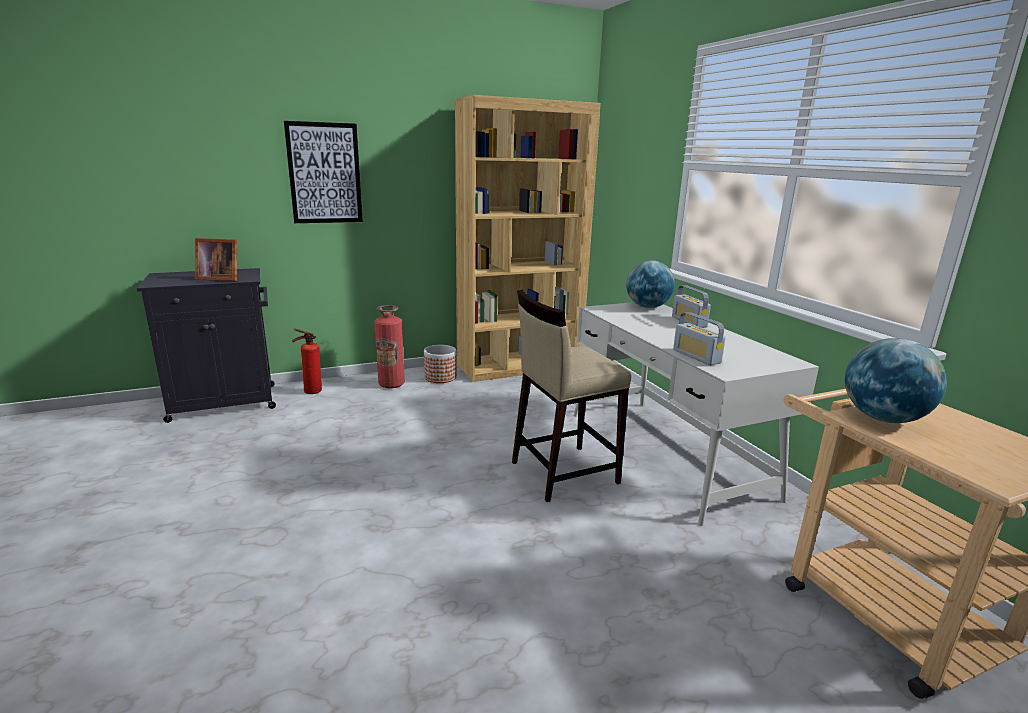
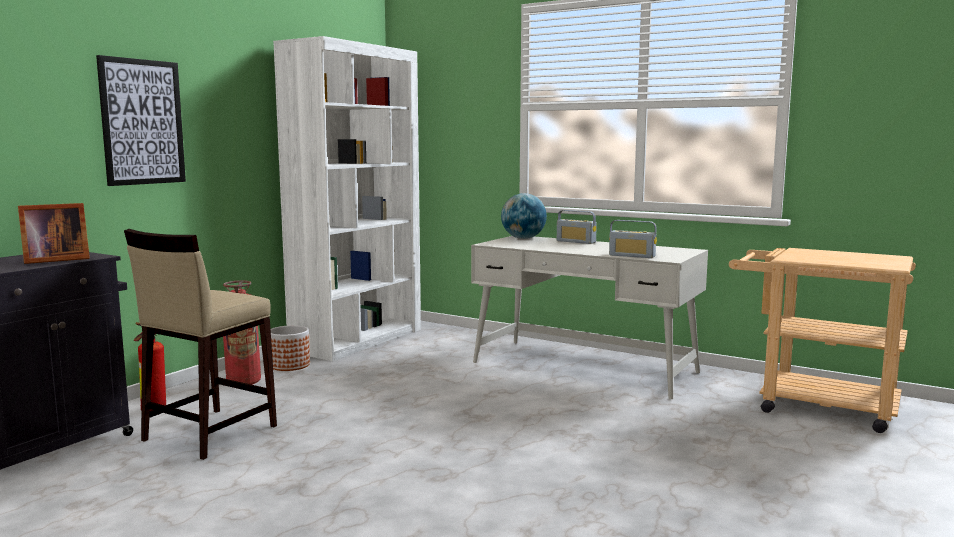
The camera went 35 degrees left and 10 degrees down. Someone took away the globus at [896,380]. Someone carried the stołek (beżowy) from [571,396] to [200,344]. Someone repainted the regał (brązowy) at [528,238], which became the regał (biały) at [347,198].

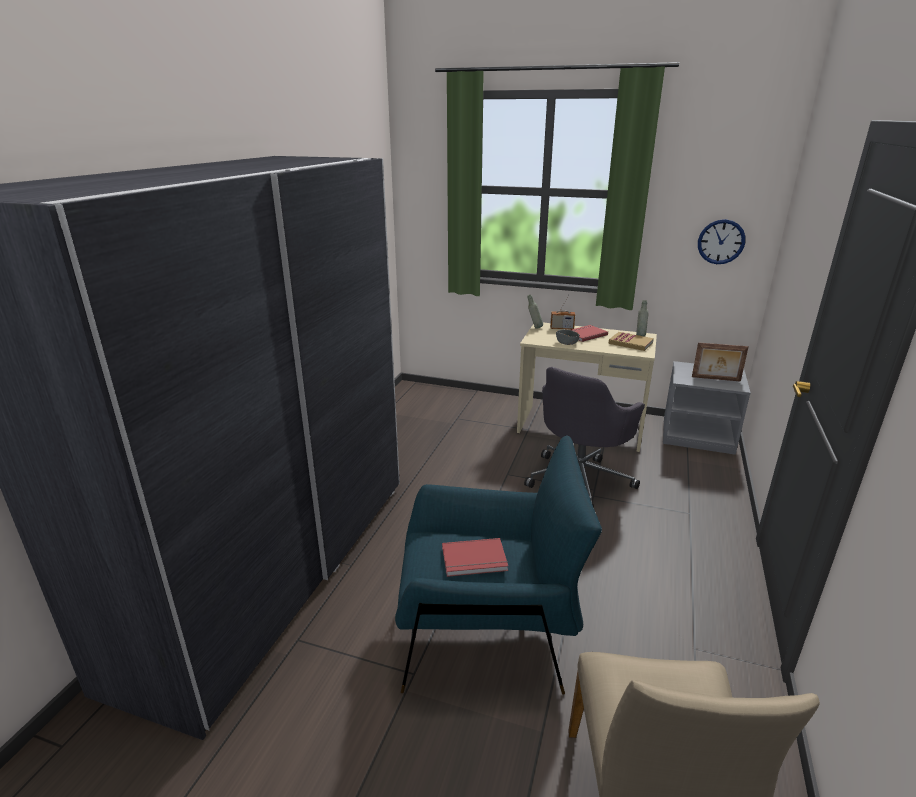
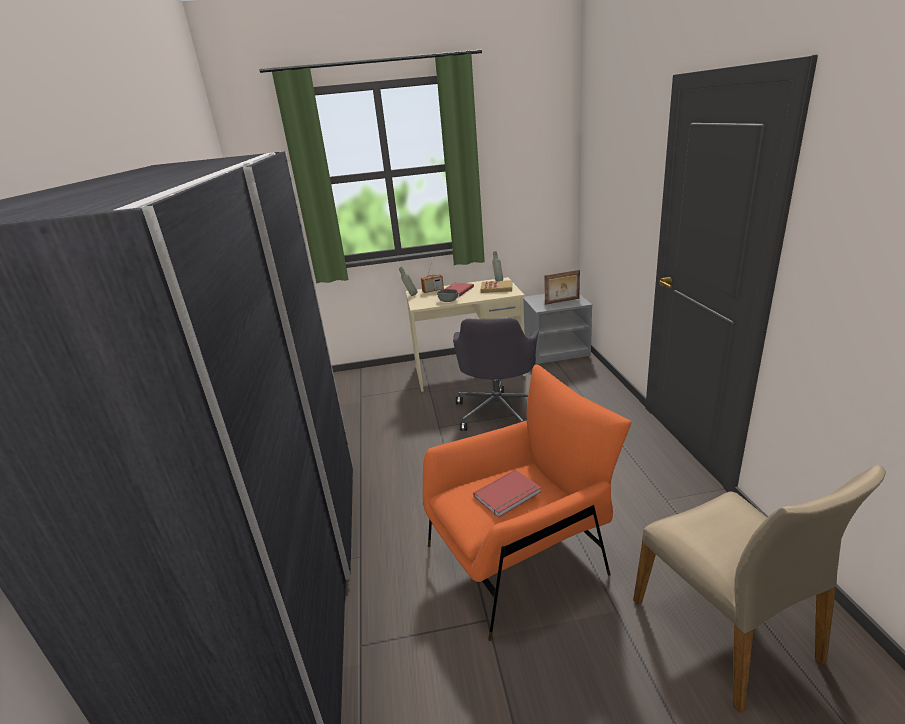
The camera went 25 degrees left and 0 degrees up. Someone took away the zegar ścienny at [722,241]. Someone repainted the fotel (niebieski) at [498,565], which became the fotel (pomarańczowy) at [527,502].

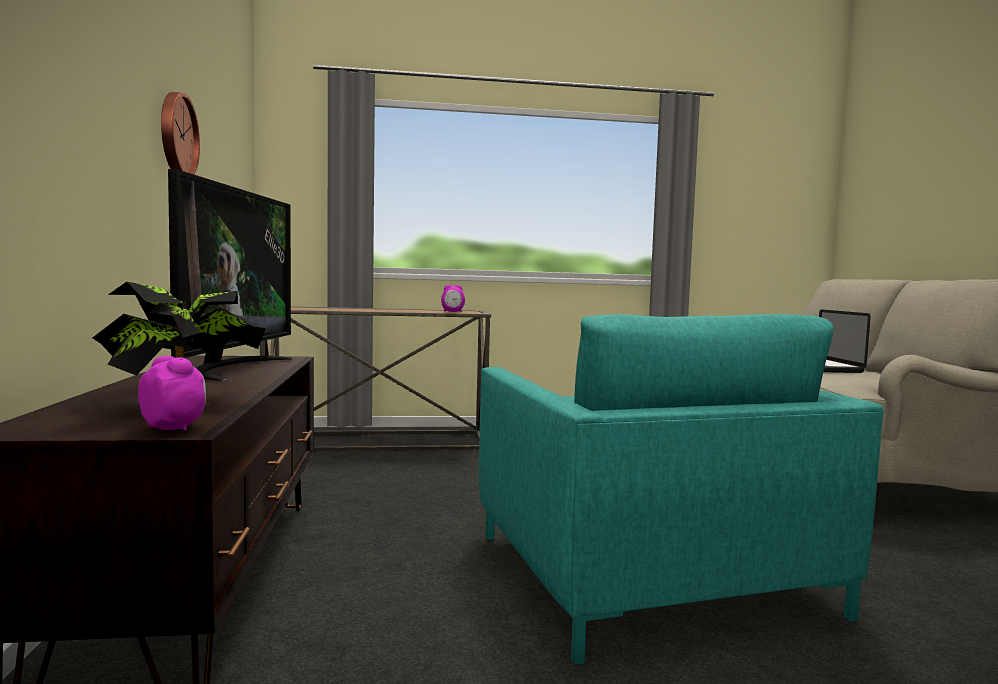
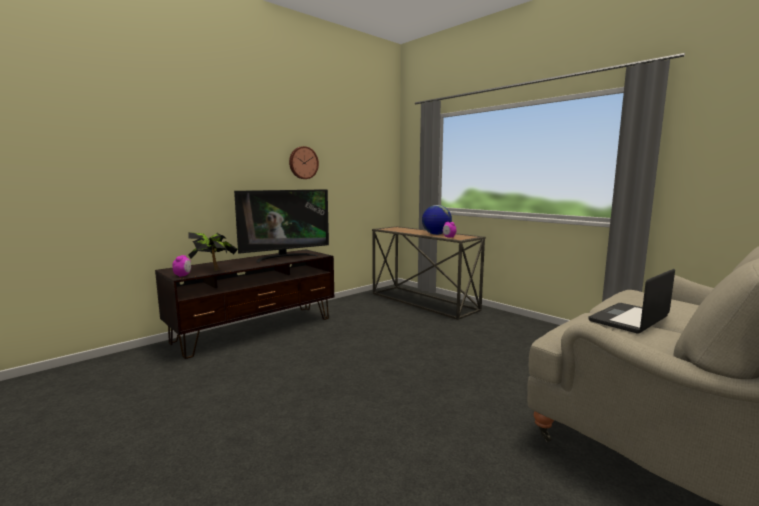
The camera went 55 degrees right and 5 degrees up. Someone took away the fotel (turkusowy) at [681,489]. Someone put down the globus at [437,220].

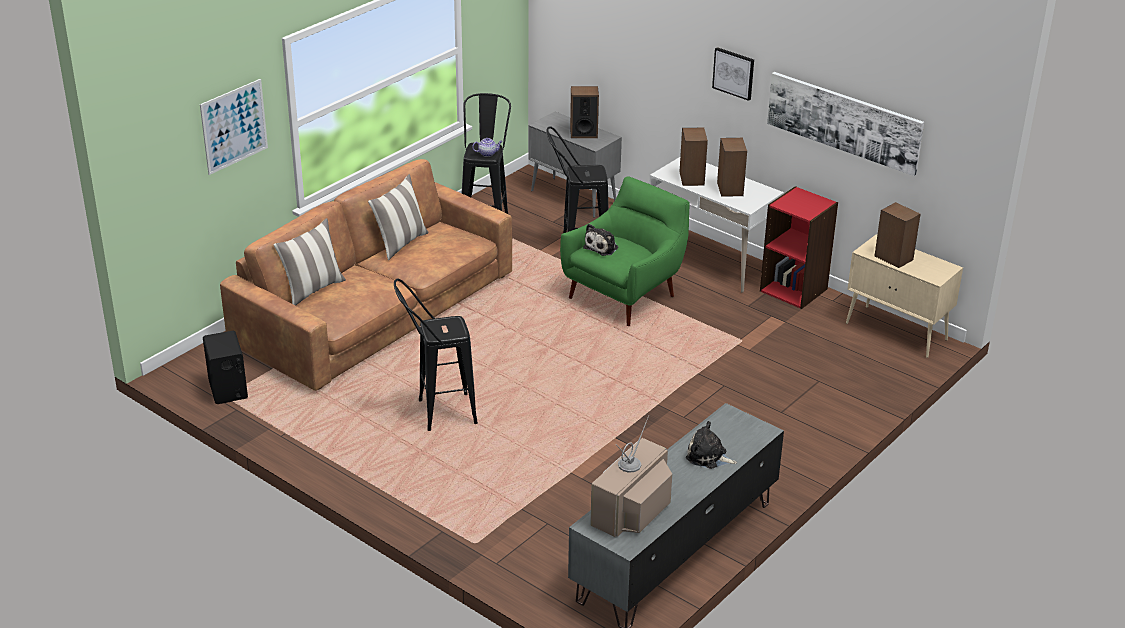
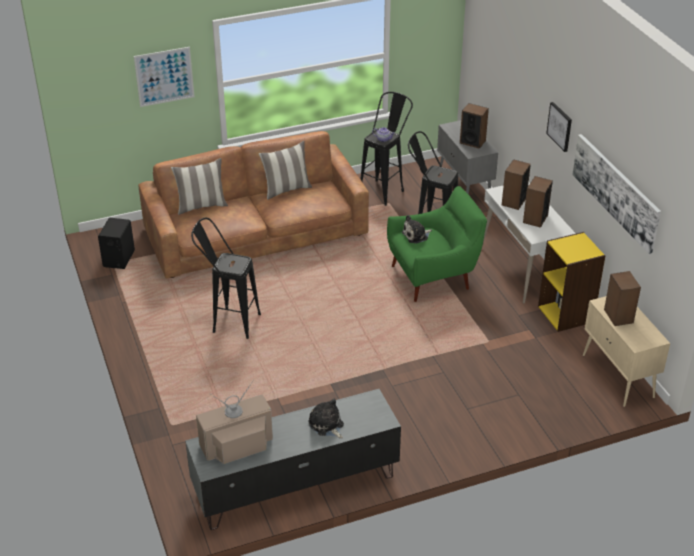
The camera went 30 degrees right and 5 degrees up. Someone repainted the regał (czerwony) at [799,247], which became the regał (żółty) at [571,282].

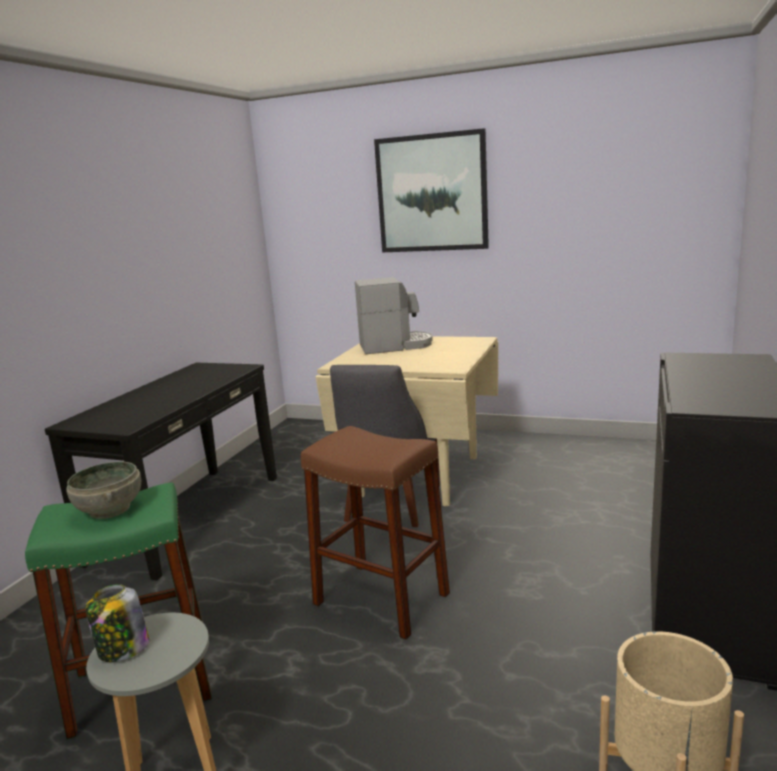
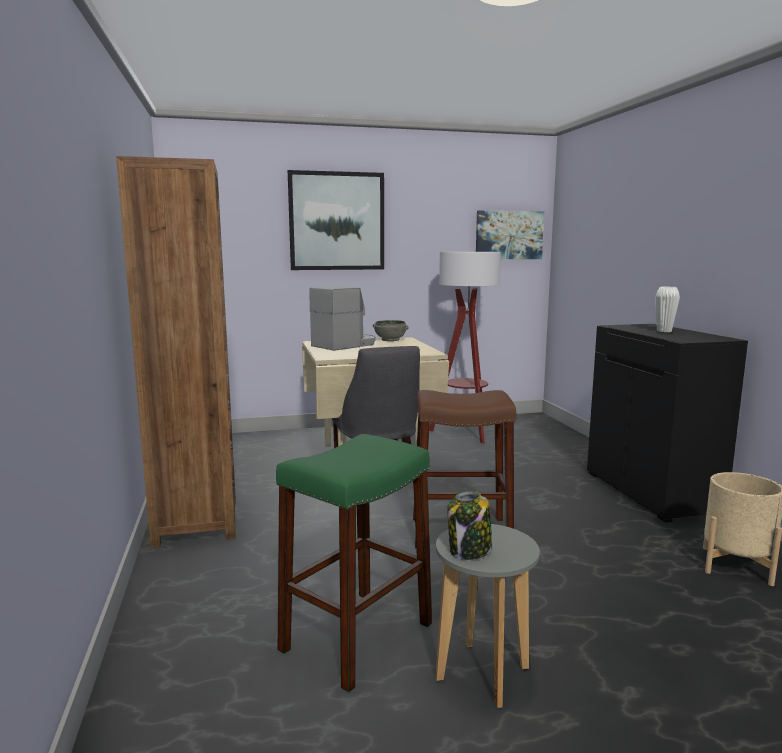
The camera went 35 degrees left and 5 degrees down. Someone put down the lampa stojąca at [465,347]. Someone put up the obraz at [510,234]. Someone put down the wazon (biały) at [667,309]. Someone carried the miska (szary) from [103,490] to [391,330]. Someone swapped the stolik konsolowy (czarny) at [161,471] for the regał (brązowy) at [176,352].

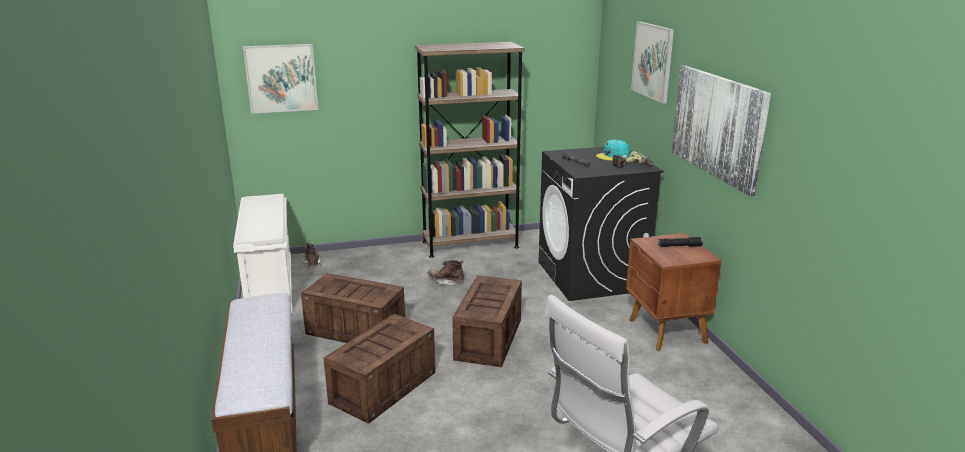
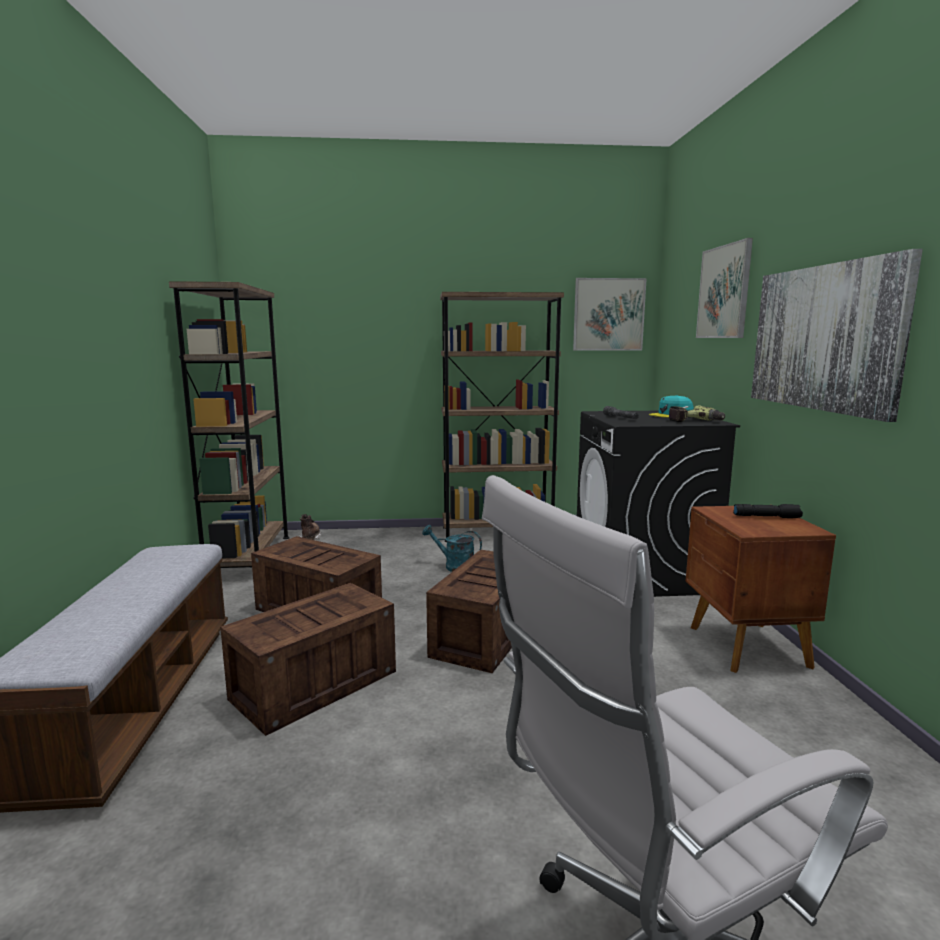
The camera went 10 degrees right and 10 degrees down. Someone carried the obraz from [280,79] to [610,314]. Someone swapped the regał na buty (biały) at [263,253] for the regał (brązowy) at [229,424]. Someone swapped the but z cholewką (brązowy) at [445,273] for the konewka (turkusowy) at [452,548].

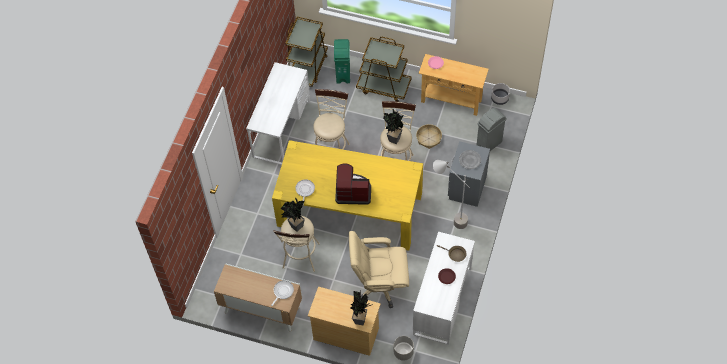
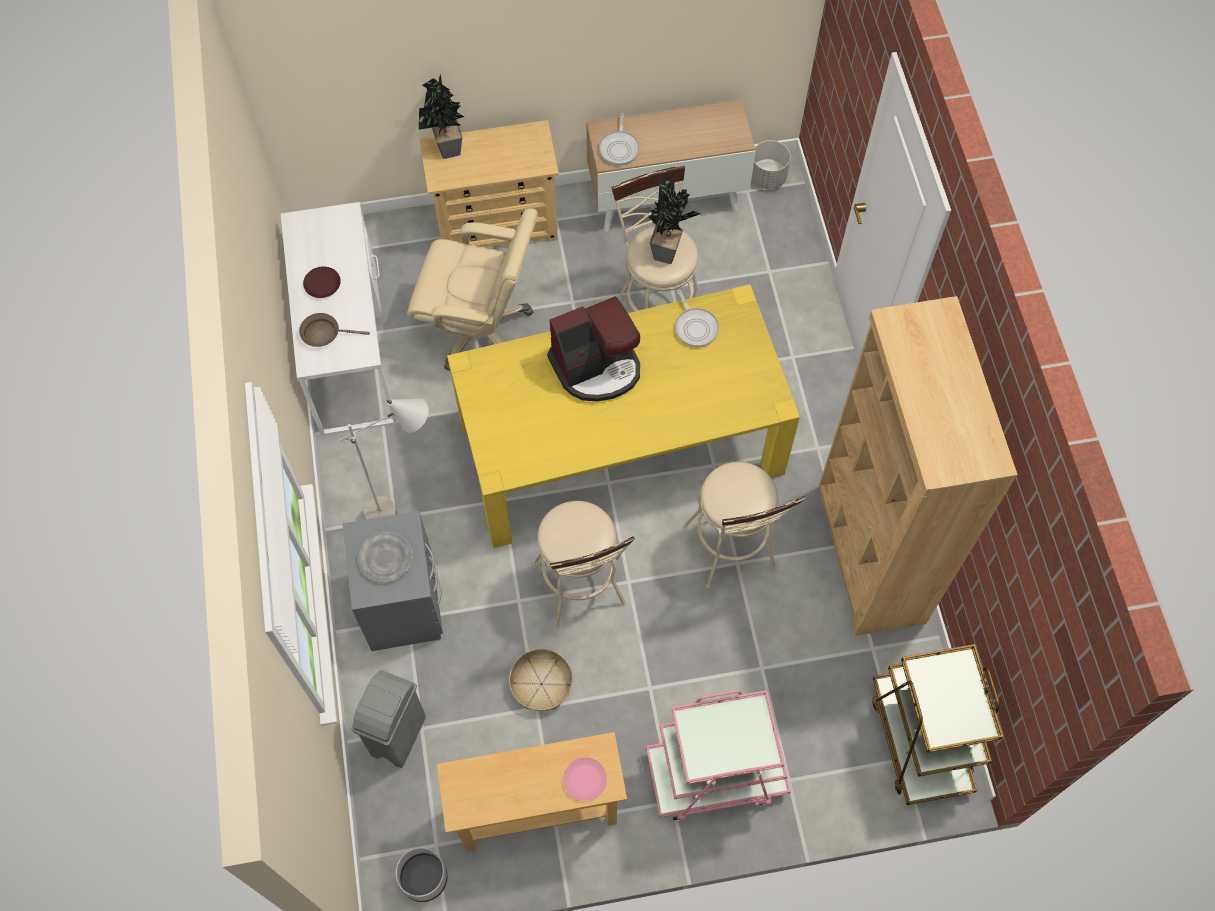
The camera went 150 degrees right and 5 degrees up. Someone took away the kosz na śmieci (zielony) at [342,61]. Someone took away the roślina doniczkowa at [393,126]. Someone carried the donica (szary) from [404,348] to [771,165]. Someone swapped the biurko (biały) at [278,113] for the regał (brązowy) at [918,466]. Someone repainted the wózek (brązowy) at [384,69], which became the wózek (różowy) at [718,755]. Someone rotated the krzesło biurowe (beżowy) at [379,269] by 45 degrees clockwise.

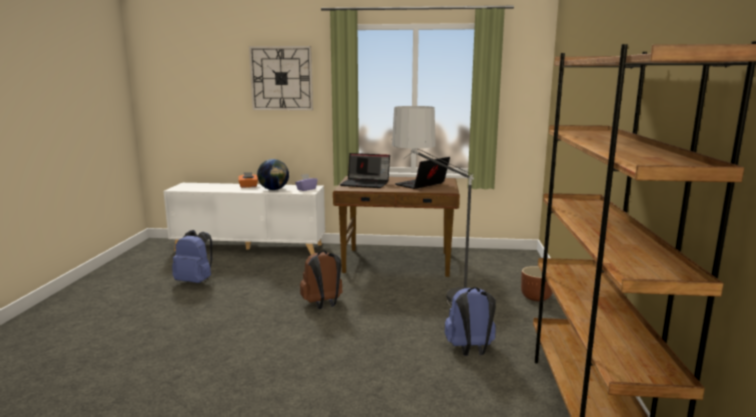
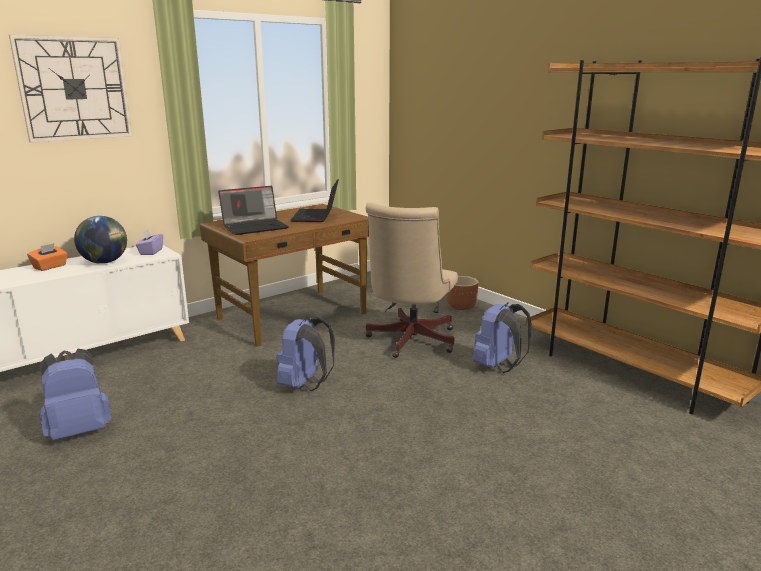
The camera went 45 degrees left and 5 degrees up. Someone swapped the lampa stojąca at [432,206] for the krzesło biurowe (beżowy) at [412,280]. Someone repainted the plecak (brązowy) at [321,279], which became the plecak (niebieski) at [306,354].

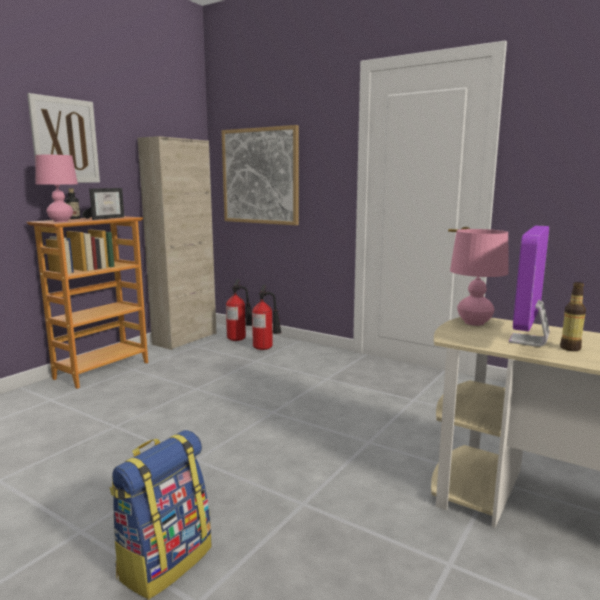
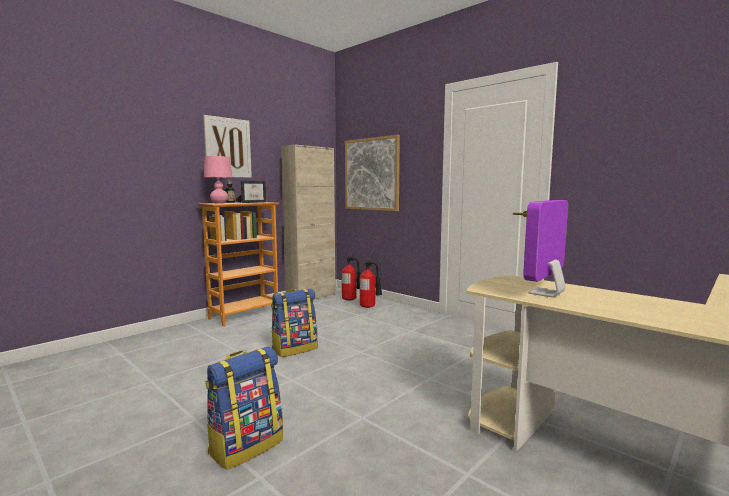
The camera went 10 degrees right and 5 degrees down. Someone took away the lampa stołowa (różowy) at [479,277]. Someone took away the butelka at [573,316]. Someone put down the plecak at [294,323].

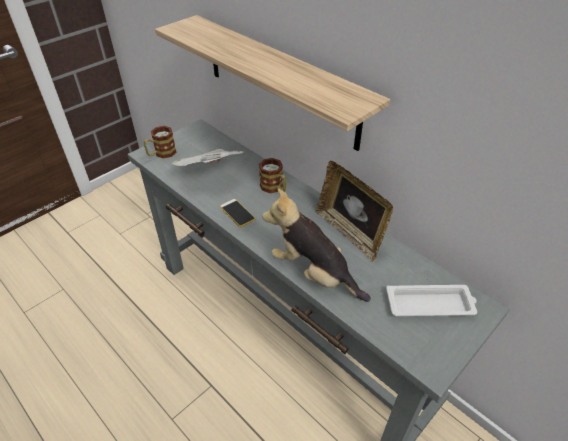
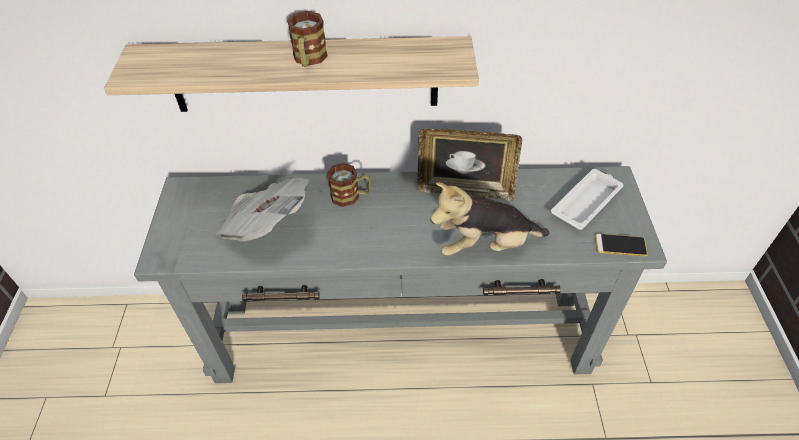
The camera went 45 degrees left and 5 degrees up. Someone carried the kubek from [160,142] to [307,39]. Someone carried the telefon from [237,213] to [621,245].

